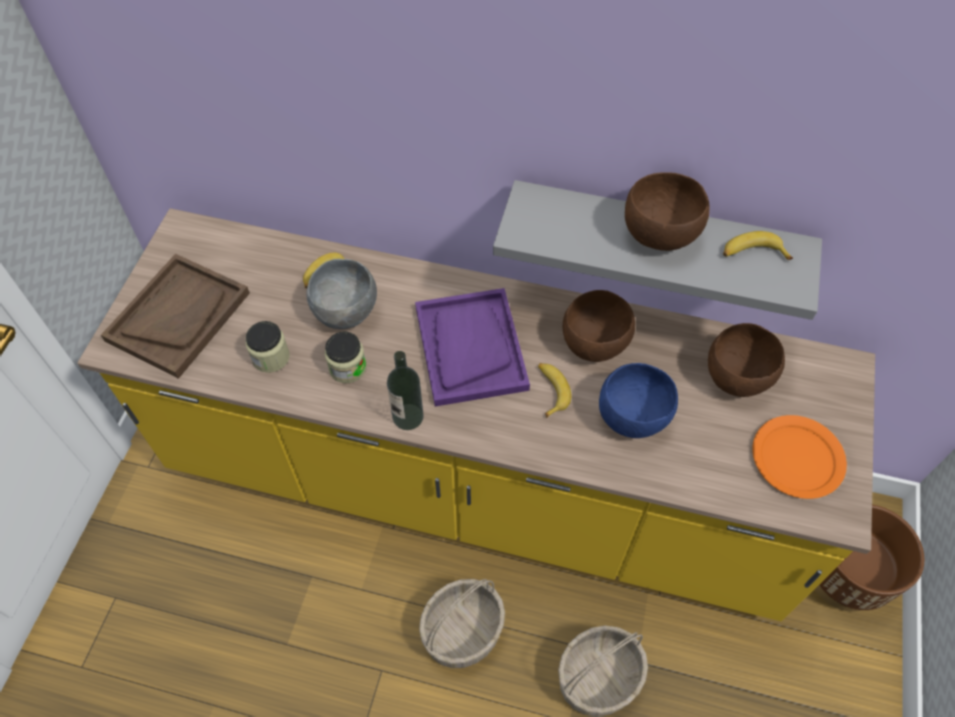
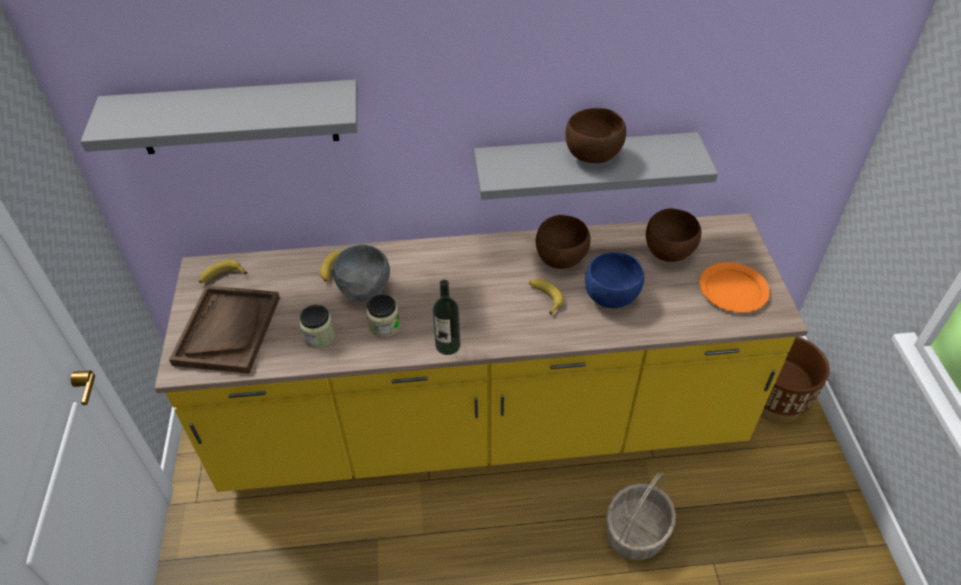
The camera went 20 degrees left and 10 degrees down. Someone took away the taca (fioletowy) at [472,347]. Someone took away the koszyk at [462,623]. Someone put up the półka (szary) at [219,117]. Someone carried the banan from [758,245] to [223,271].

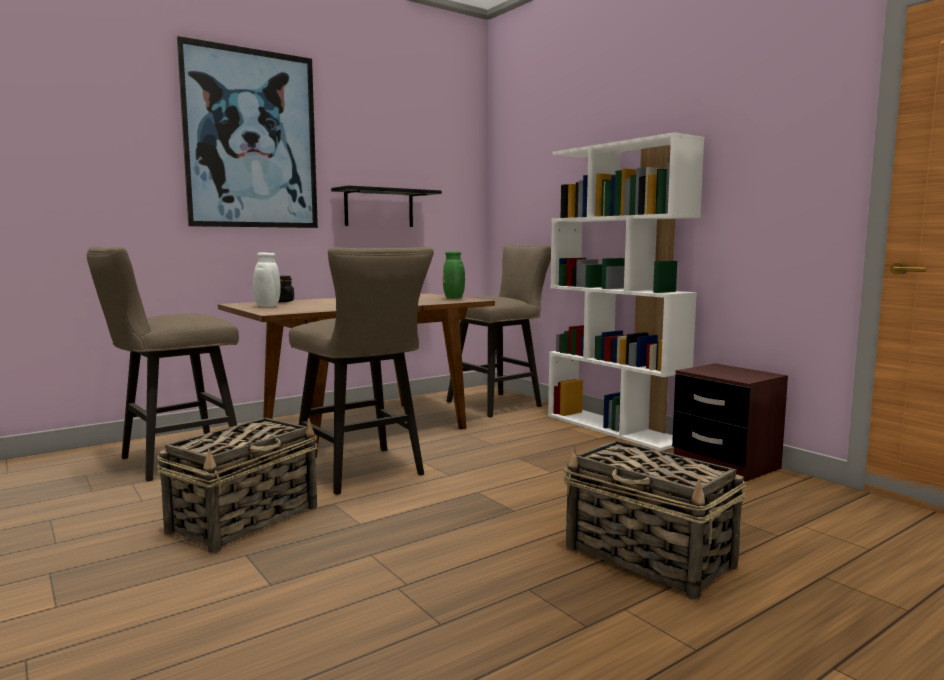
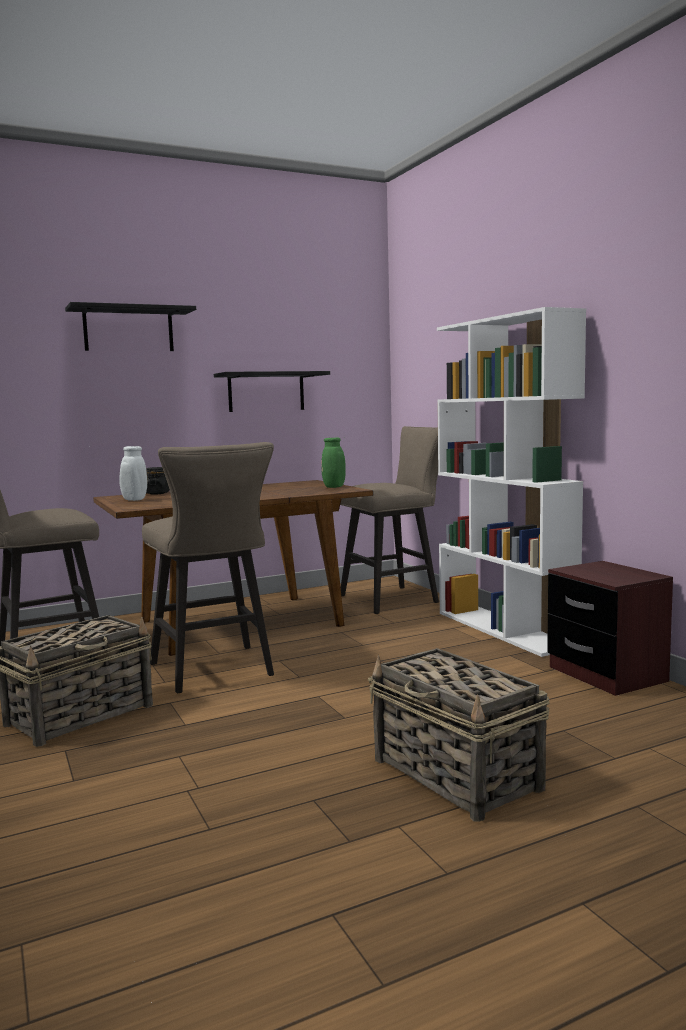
The camera went 10 degrees right and 0 degrees up. Someone swapped the obraz at [247,132] for the półka (czarny) at [130,326].

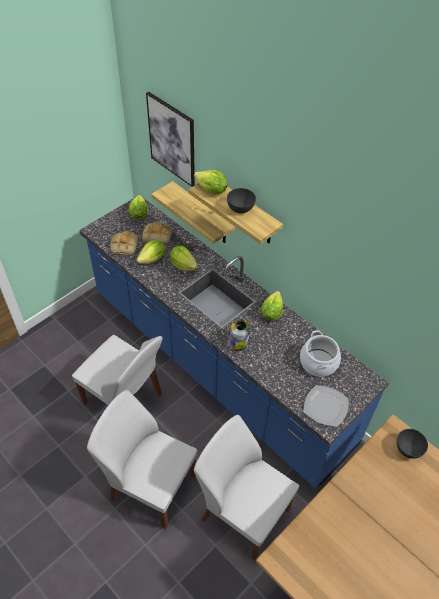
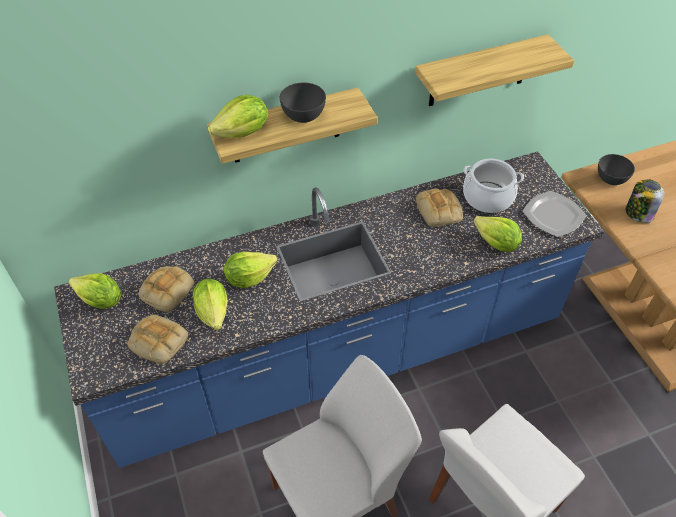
The camera went 65 degrees left and 0 degrees up. Someone took away the obraz at [170,139]. Someone took away the krzesło (biały) at [246,488]. Someone put down the chleb at [439,207]. Someone carried the półka from [193,212] to [494,70]. Someone carried the słoik from [239,335] to [645,201]. Someone carried the sałata from [272,306] to [497,234].

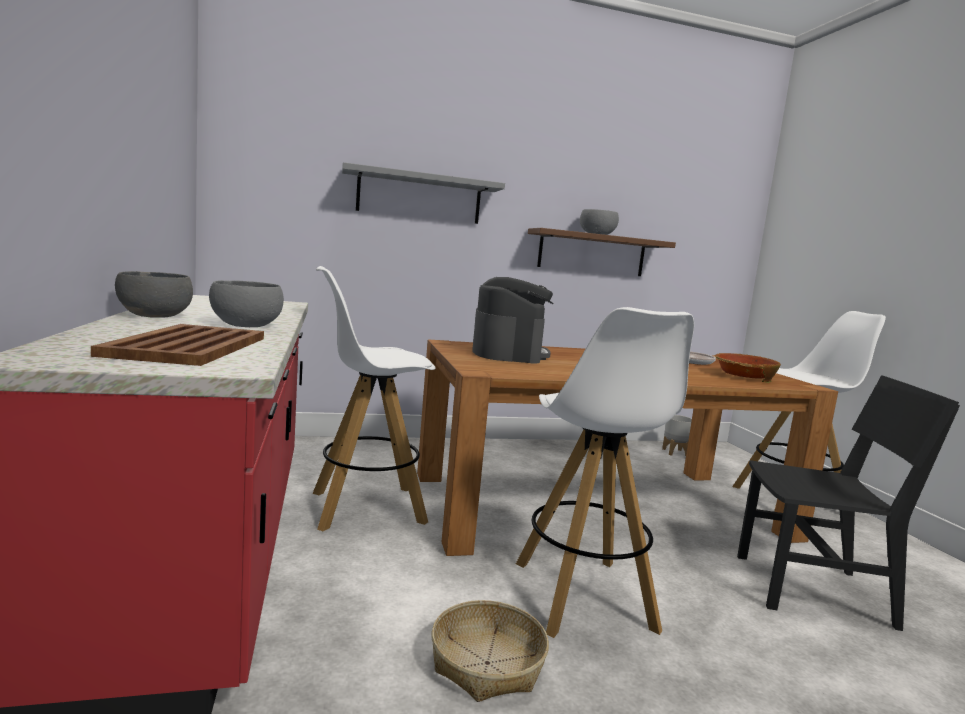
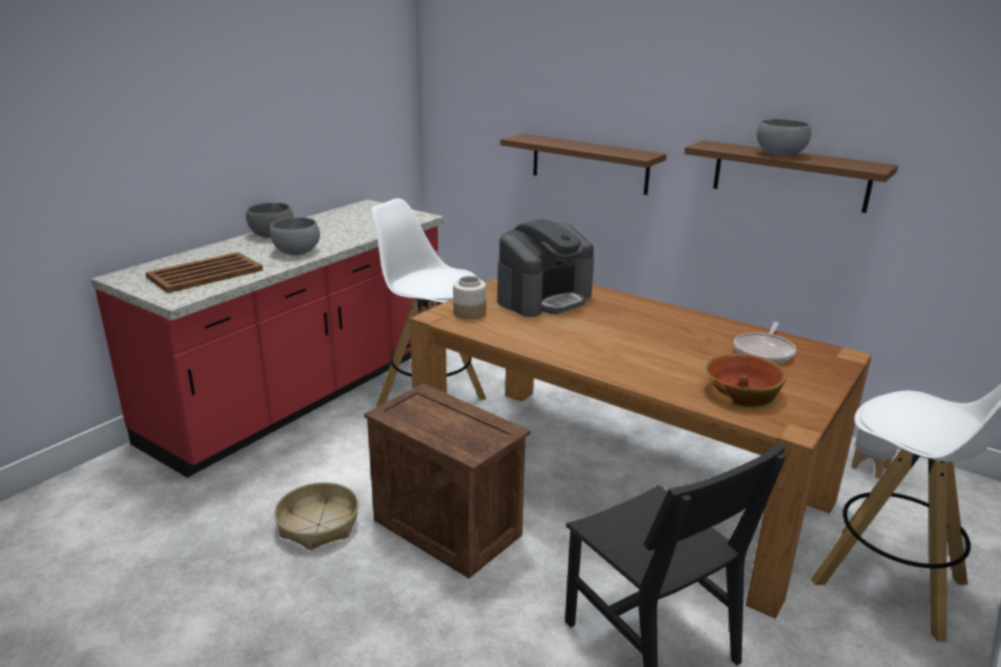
The camera went 50 degrees right and 15 degrees up. Someone took away the półka (szary) at [423,193]. Someone put down the słoik at [469,297]. Someone put up the półka (brązowy) at [583,164]. Someone swapped the stołek (biały) at [605,472] for the skrzynka at [447,480].

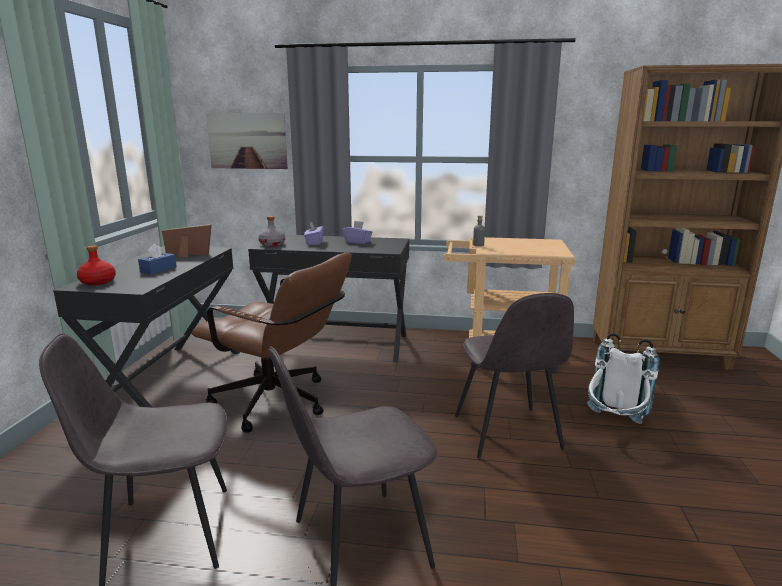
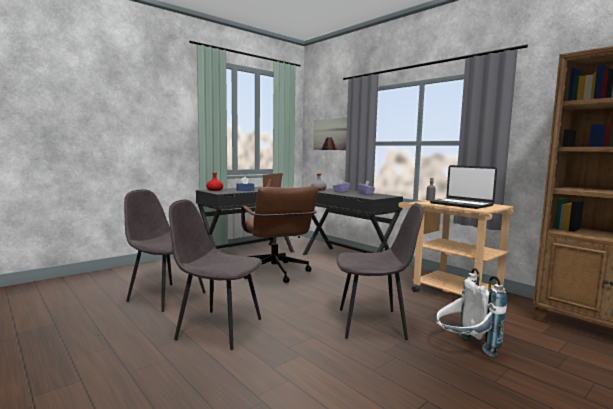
The camera went 40 degrees right and 10 degrees down. Someone put down the laptop at [463,187]. Someone rotated the krzesło (szary) at [514,375] by 120 degrees counterclockwise.

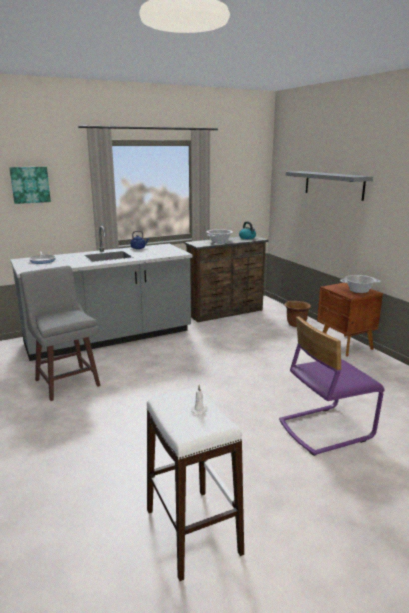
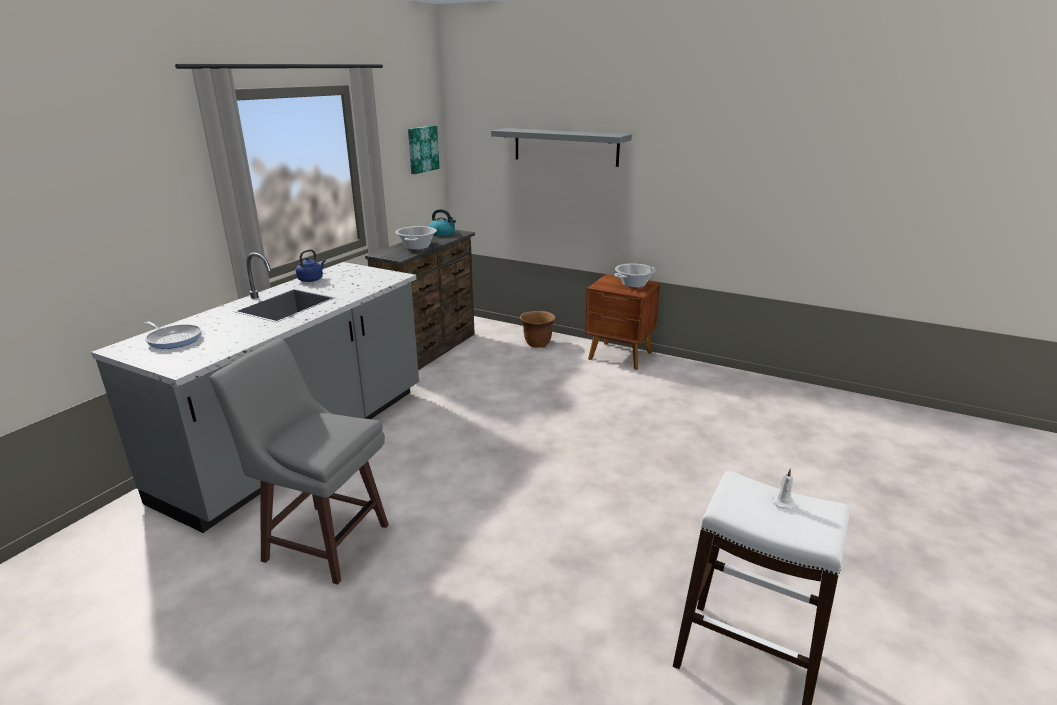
The camera went 35 degrees left and 5 degrees up. Someone took away the krzesło (fioletowy) at [332,386]. Someone carried the obraz from [30,185] to [424,150].

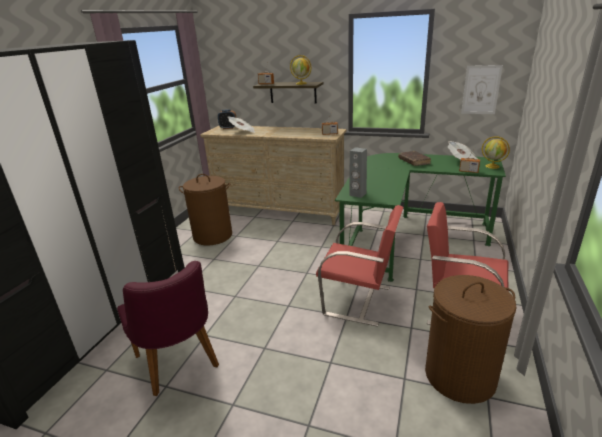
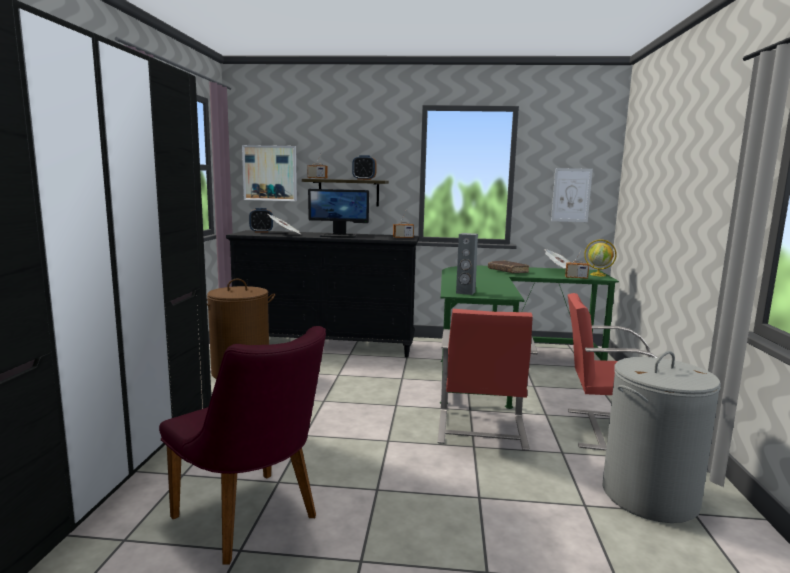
The camera went 15 degrees left and 15 degrees down. Someone put up the obraz at [269,173]. Someone put down the monitor at [338,213]. Someone swapped the globus at [300,70] for the budzik at [364,167]. Someone repainted the komoda (beżowy) at [273,175], which became the komoda (czarny) at [322,293]. Someone repainted the kosz na pranie (brązowy) at [470,339], which became the kosz na pranie (szary) at [662,437]. Someone rotated the krzesło (czerwony) at [359,266] by 90 degrees clockwise.

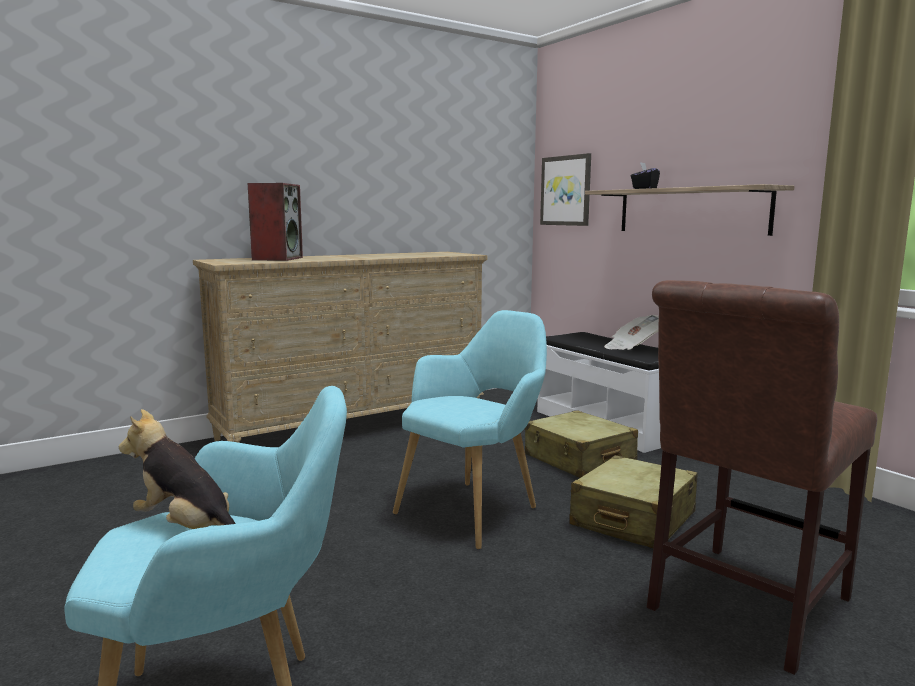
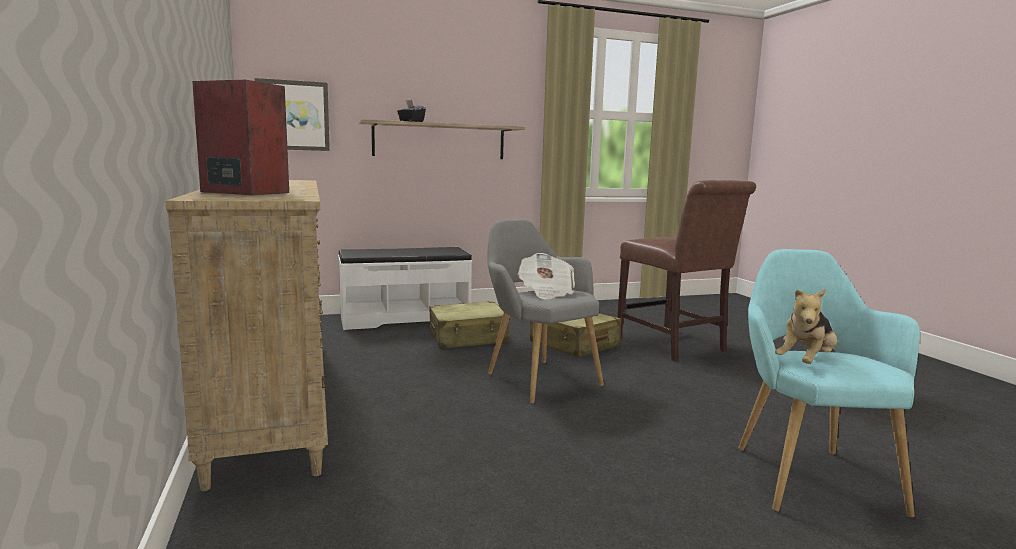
The camera went 75 degrees left and 0 degrees up. Someone carried the gazeta from [631,332] to [546,276]. Someone repainted the fotel (turkusowy) at [470,430], which became the fotel (szary) at [546,311].

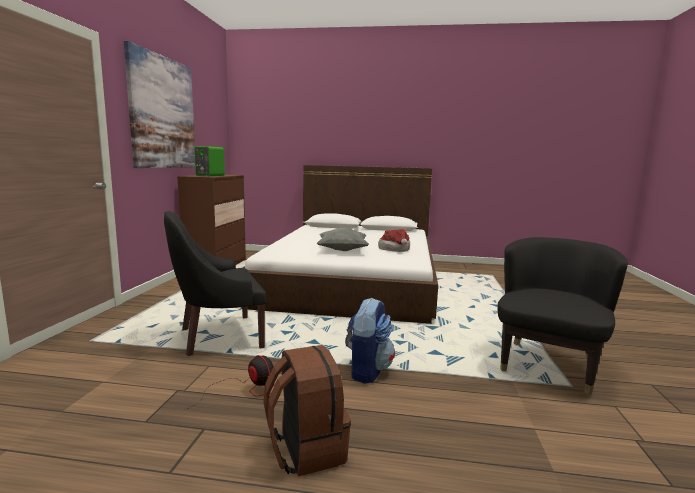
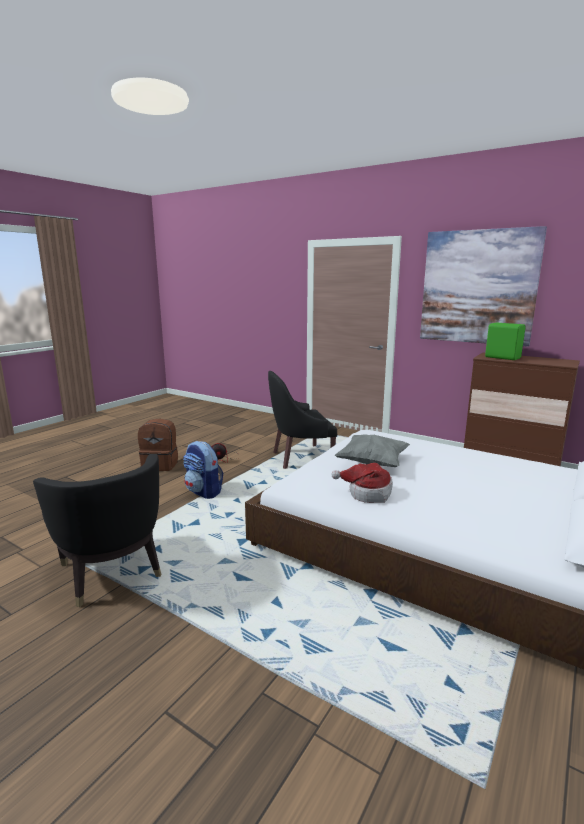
The camera went 115 degrees right and 5 degrees up. Someone rotated the fotel (czarny) at [215,283] by 105 degrees counterclockwise.

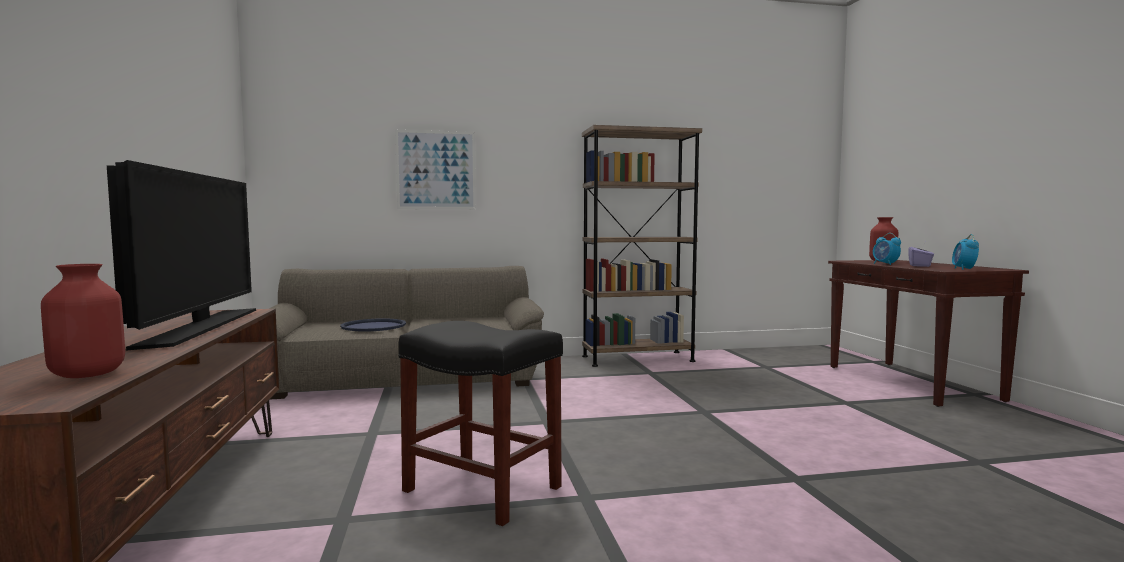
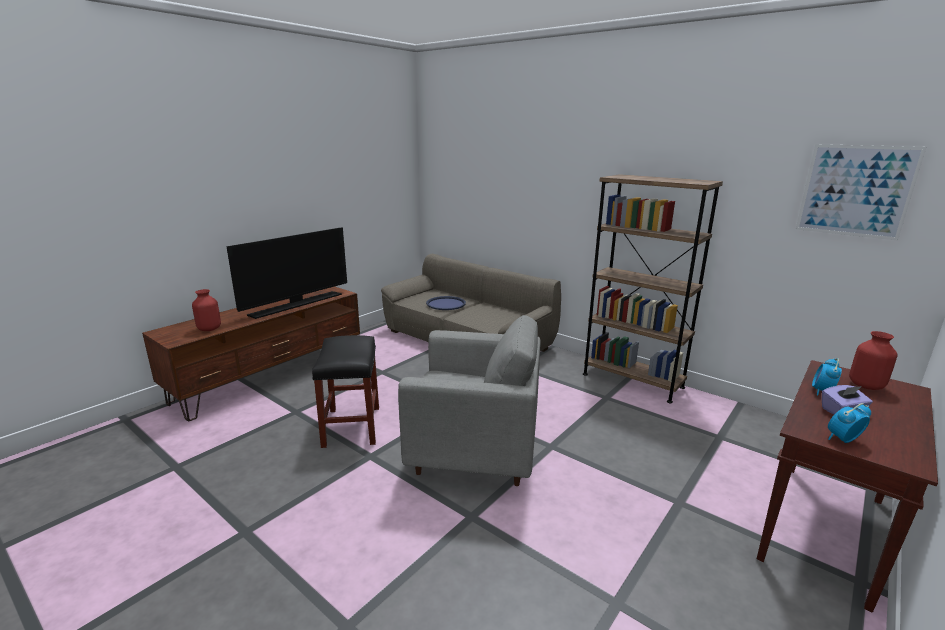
The camera went 50 degrees right and 15 degrees up. Someone put down the fotel (szary) at [469,400]. Someone carried the obraz from [435,169] to [861,192].

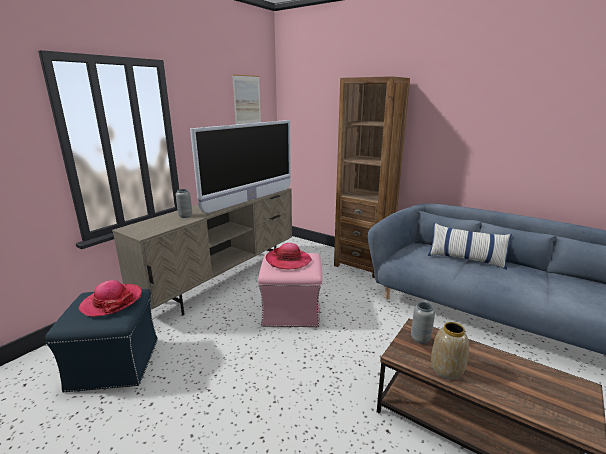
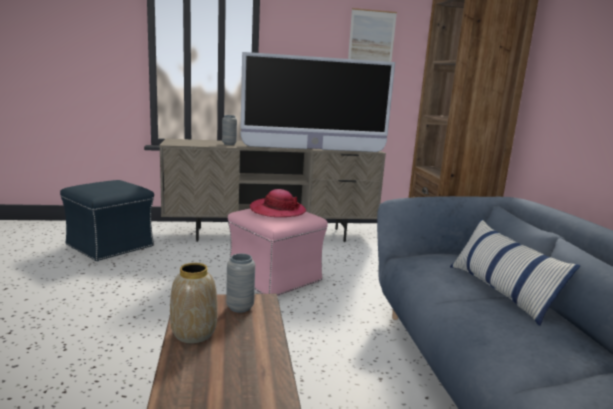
The camera went 45 degrees right and 5 degrees down. Someone took away the kapelusz at [110,298].

